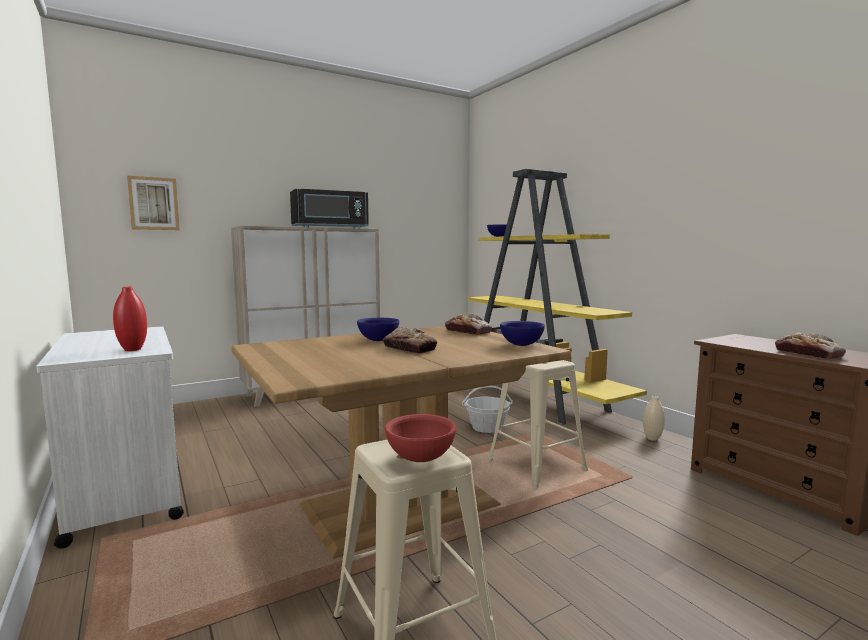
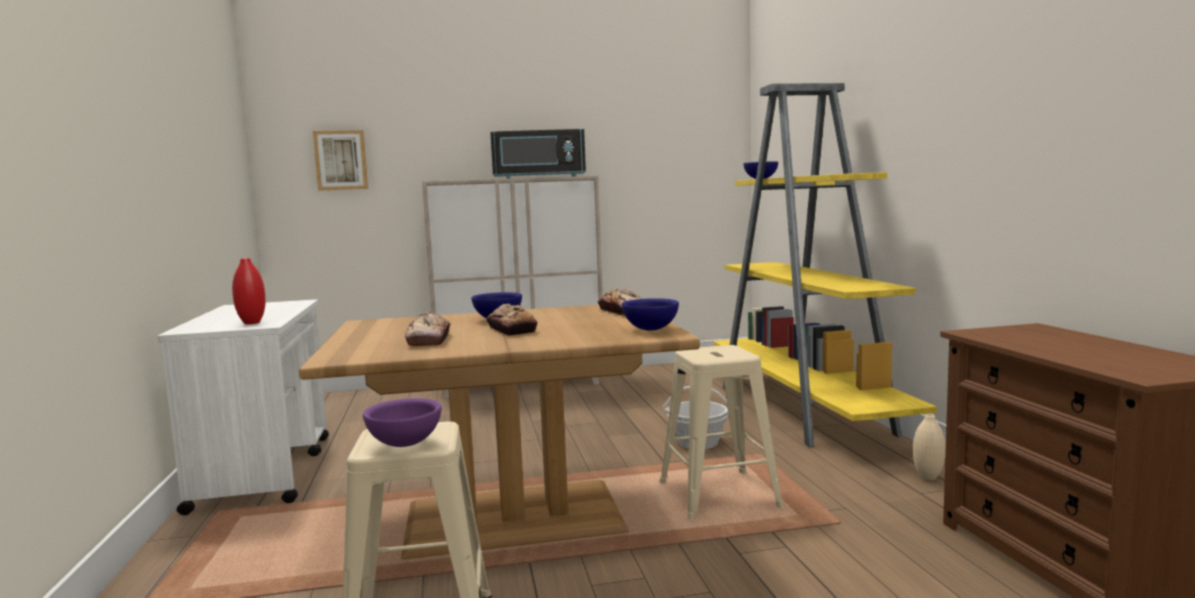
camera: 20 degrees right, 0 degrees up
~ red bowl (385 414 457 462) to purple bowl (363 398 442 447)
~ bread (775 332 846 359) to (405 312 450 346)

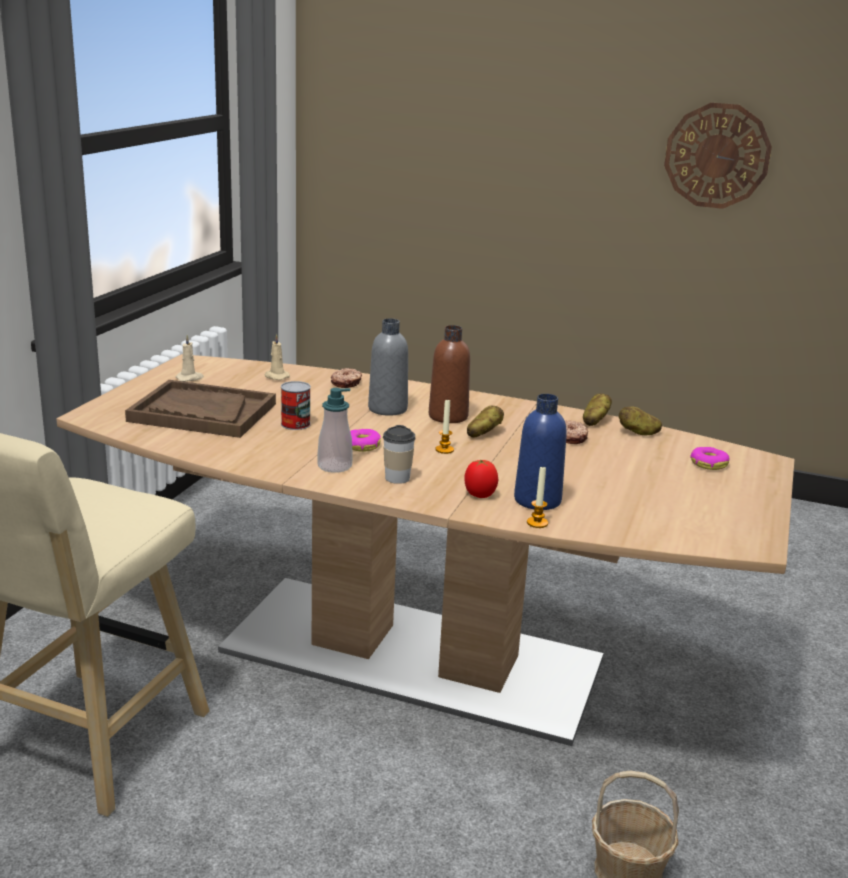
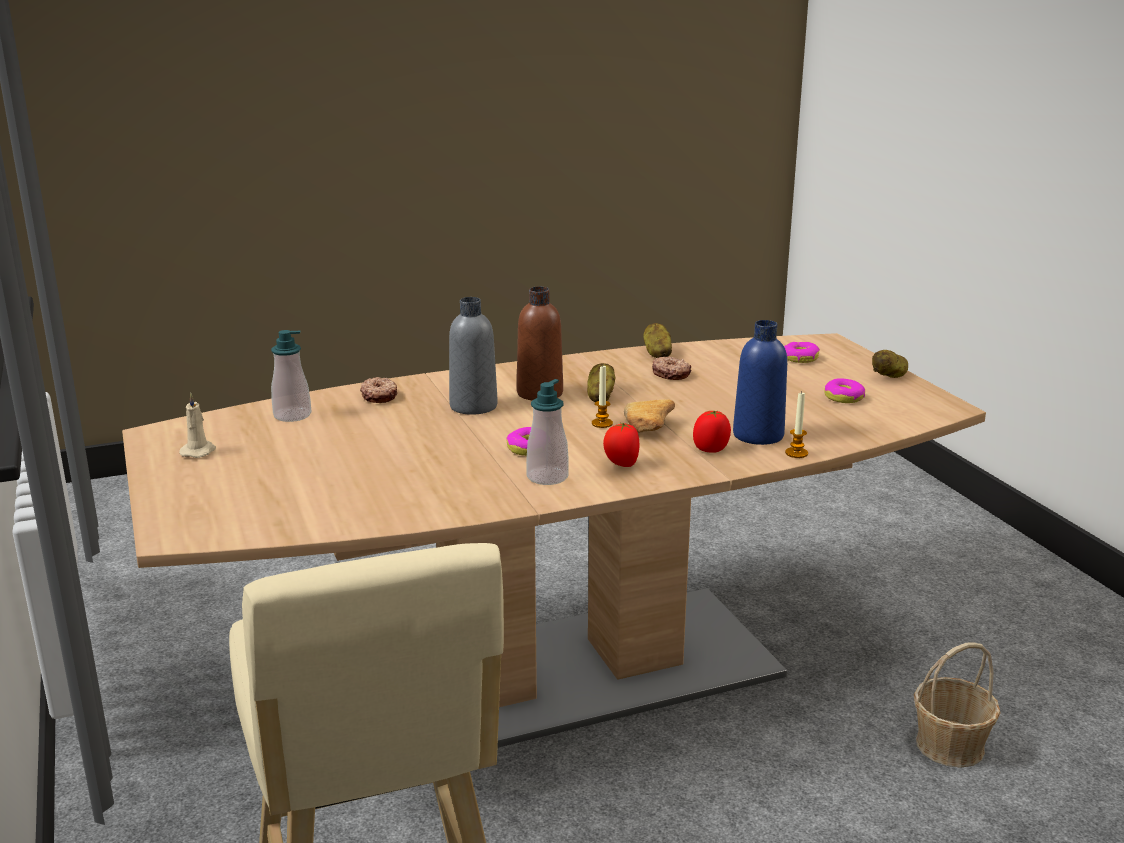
camera: 40 degrees left, 0 degrees up
- brown tray (125 380 276 438)
~ beige candle (265 334 290 380) to soap dispenser (271 330 311 422)
- can (281 381 311 430)
~ cup (383 425 415 484) to tomato (603 422 640 467)
~ potato (619 406 662 435) to (872 350 908 378)
- wall clock (664 103 772 209)
+ bread (624 399 675 432)
+ donut (824 378 865 403)

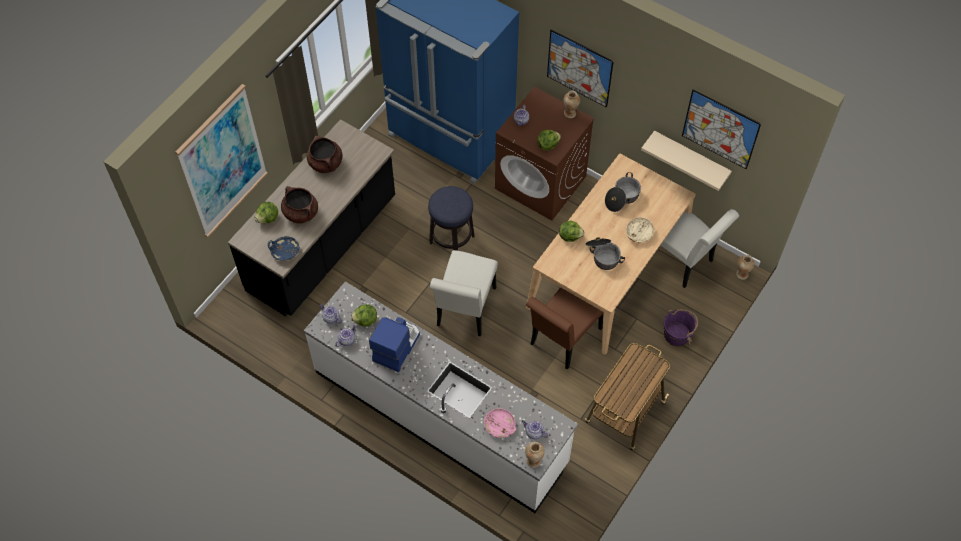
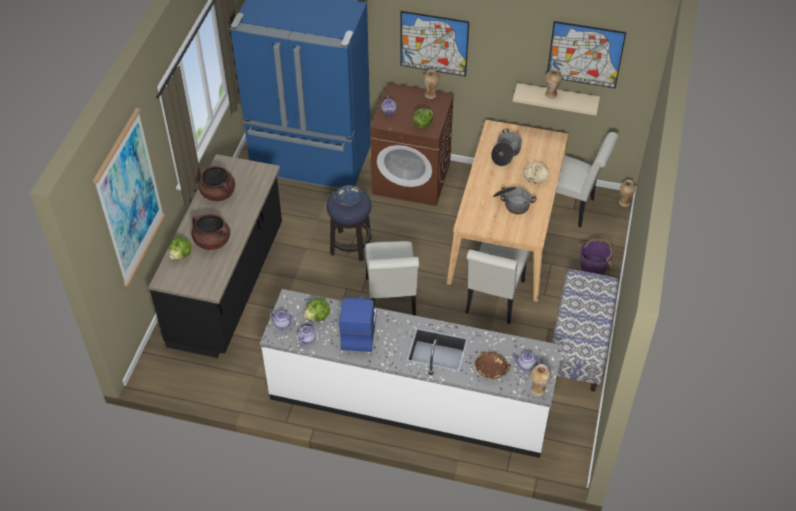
camera: 20 degrees left, 10 degrees down
~ blue bowl (268 236 300 261) to (332 185 363 206)
~ pink bowl (484 408 516 438) to brown bowl (475 352 510 379)
~ brown chair (526 288 603 370) to white chair (466 242 530 324)
- lettuce (559 221 585 242)
~ cart (585 343 670 451) to bench (552 269 618 392)
+ vase (545 68 562 99)

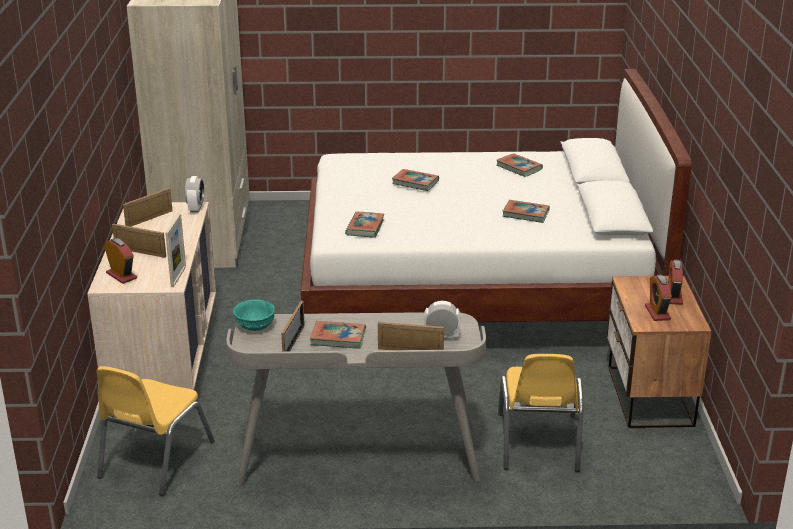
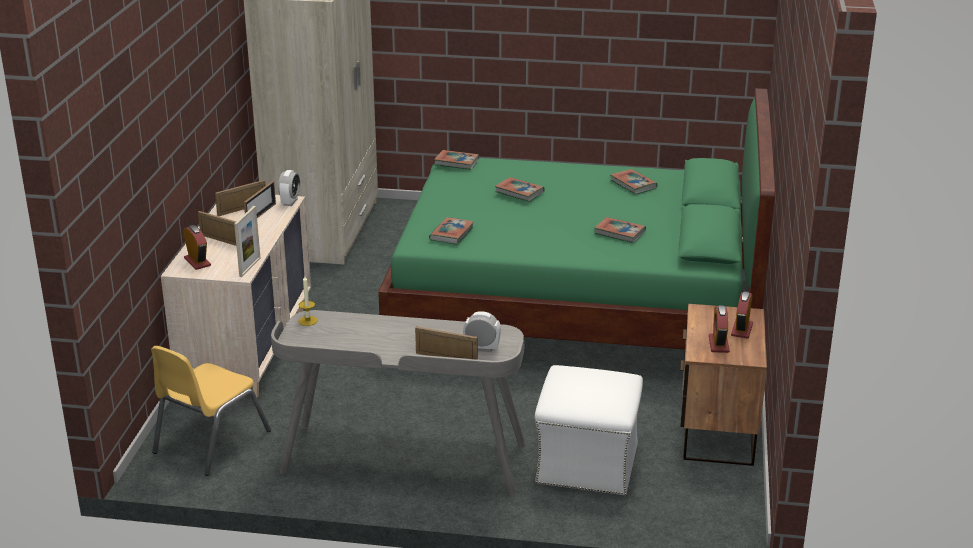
camera: 10 degrees right, 0 degrees up
~ turquoise bowl (233 300 275 331) to candle (298 276 318 326)
~ picture frame (281 301 305 352) to (244 181 276 218)
~ white bed (301 69 692 322) to green bed (378 88 775 349)
~ book (310 321 366 349) to (434 150 479 170)
~ yellow chair (498 354 584 472) to white ottoman (535 365 643 496)

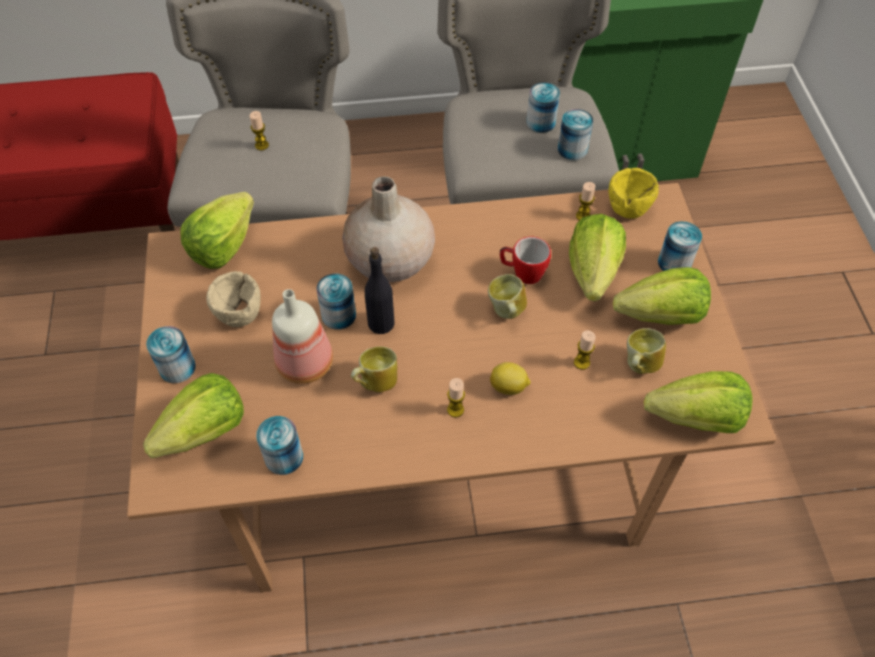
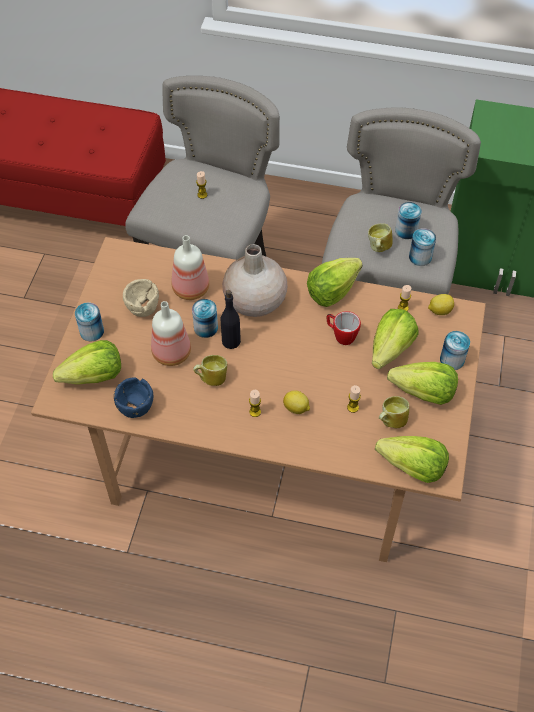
camera: 20 degrees right, 0 degrees up
~ lettuce (180 192 254 269) to (307 258 363 307)
~ can (256 416 303 475) to blue bowl (114 377 153 418)
~ mug (488 274 527 319) to (368 223 393 252)
~ yellow bowl (608 168 659 219) to lemon (428 294 454 315)
+ bottle (171 235 209 300)

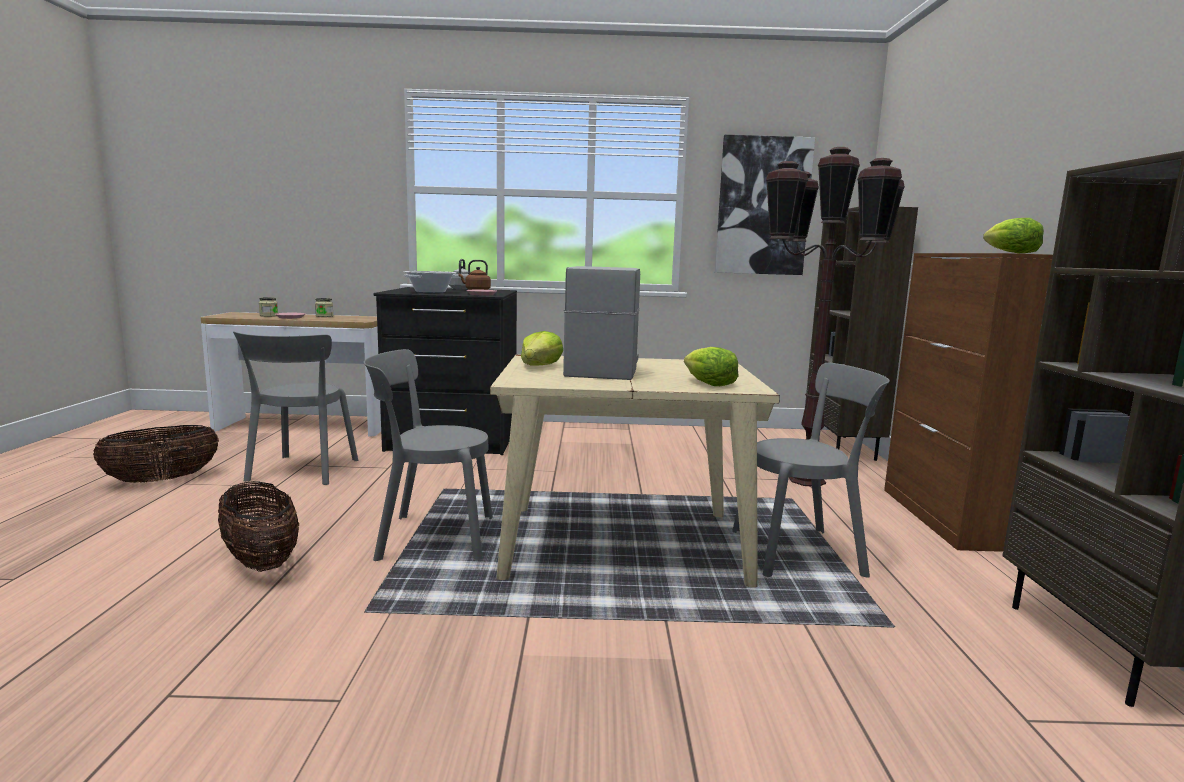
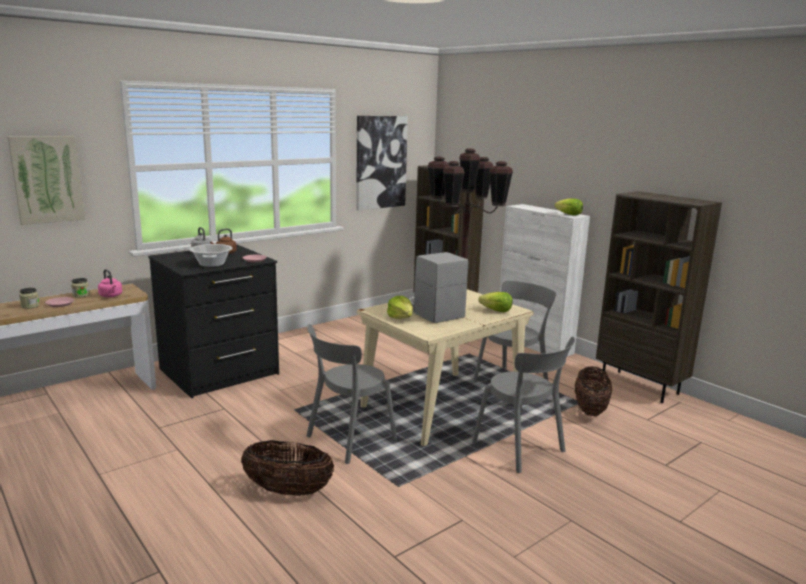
camera: 40 degrees left, 5 degrees up
~ basket (93 425 219 483) to (574 366 612 416)
~ grey chair (233 331 358 485) to (472 337 575 473)
~ brown cabinet (884 253 1053 552) to white cabinet (500 204 590 356)
+ picture (8 136 85 225)
+ pink kettle (98 269 123 297)

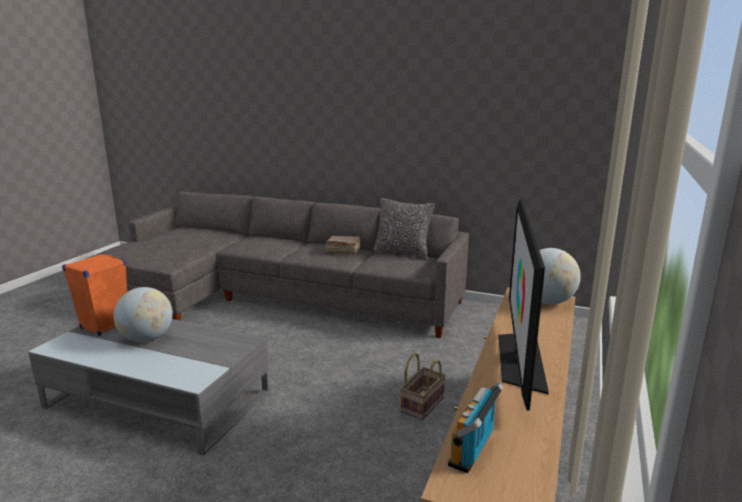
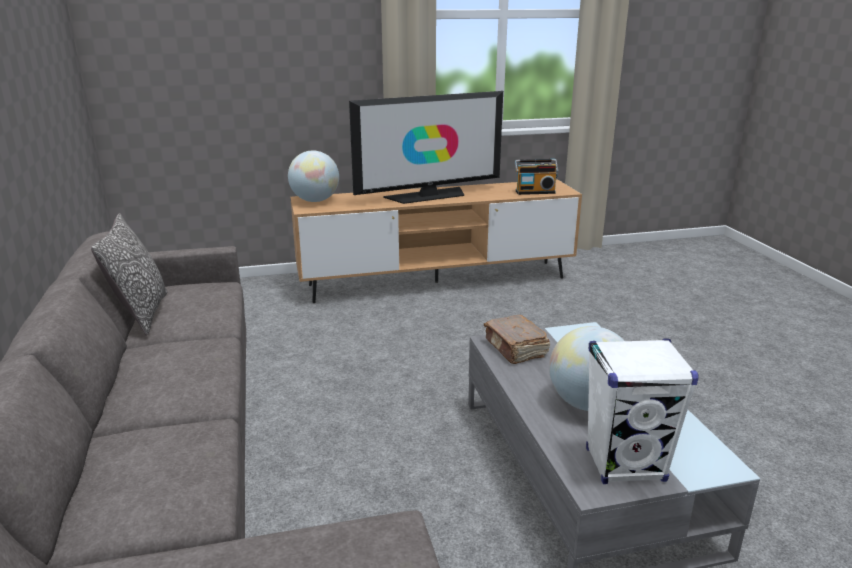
camera: 125 degrees left, 5 degrees up
~ orange speaker (62 253 128 336) to white speaker (586 339 698 484)
~ brown book (325 236 361 253) to (484 315 550 364)
- basket (400 353 446 420)

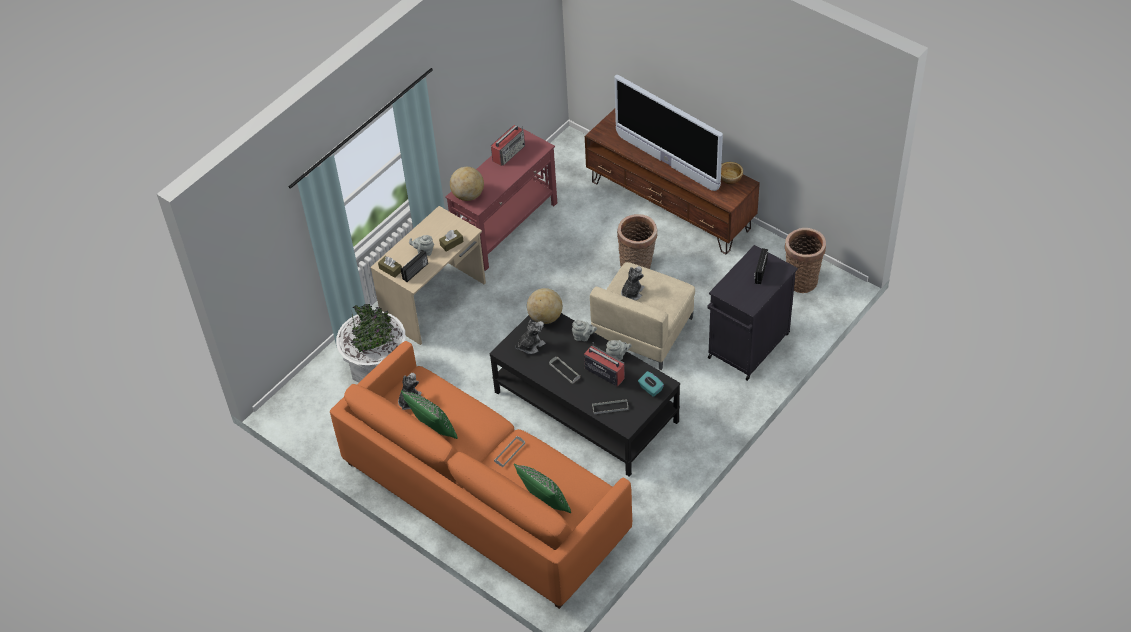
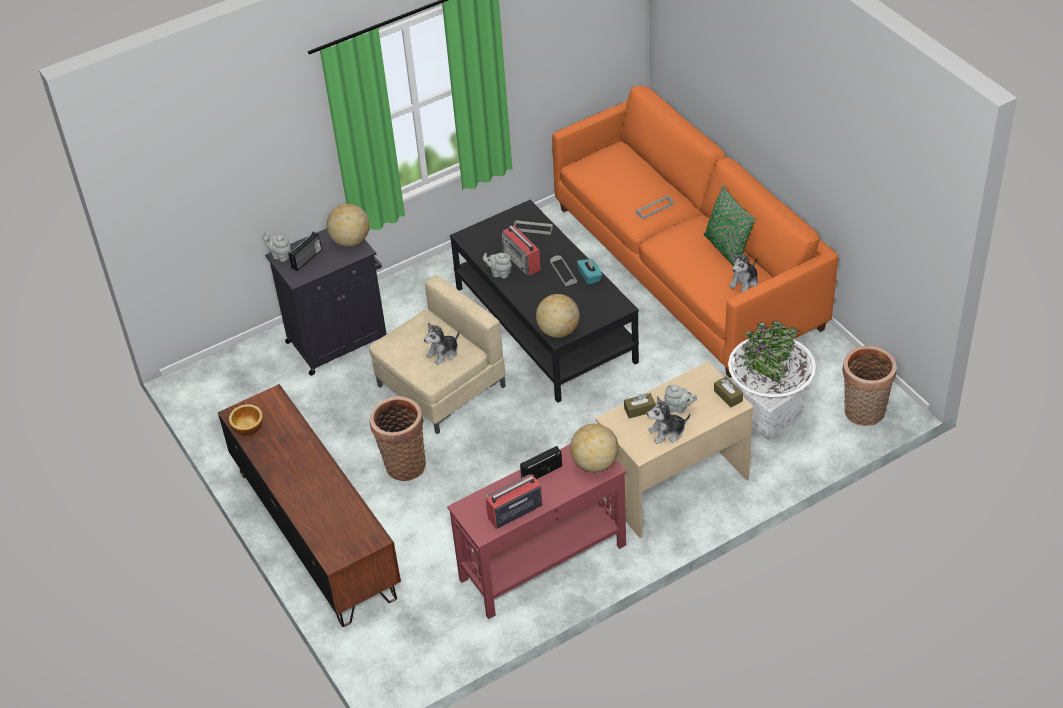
camera: 160 degrees left, 5 degrees down
~ radio (401 250 428 282) to (520 446 562 479)
- green pillow (514 464 571 513)
~ plush toy (515 320 546 354) to (647 396 690 444)
~ grey teapot (572 320 597 341) to (264 233 291 262)
- television (614 75 723 191)
~ turquoise tissue box (638 371 664 397) to (577 259 602 285)
~ basket (785 228 826 293) to (842 346 897 426)
+ globe (327 204 370 247)

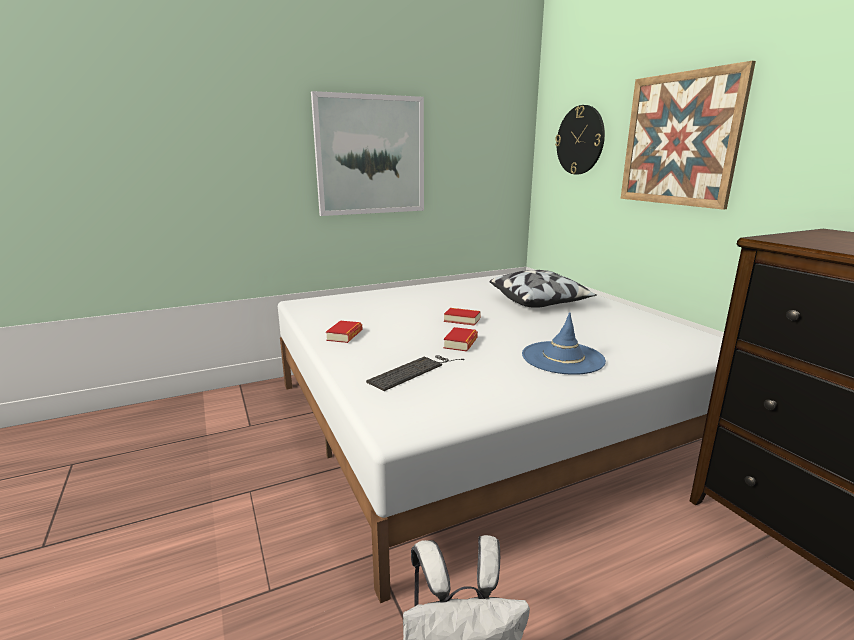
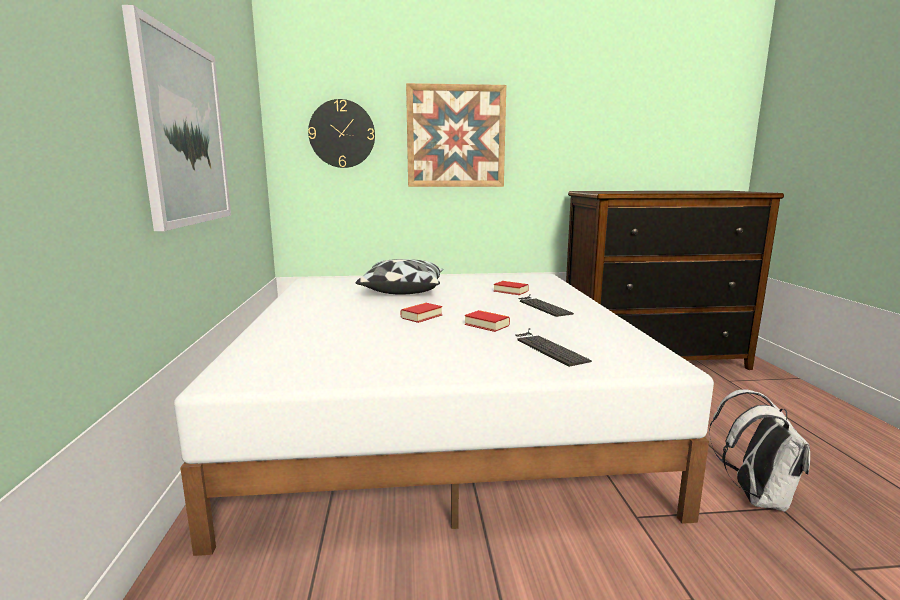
camera: 70 degrees left, 5 degrees down
~ book (326 321 363 343) to (494 281 529 295)
~ blue hat (522 312 606 375) to keyboard (519 294 574 317)

